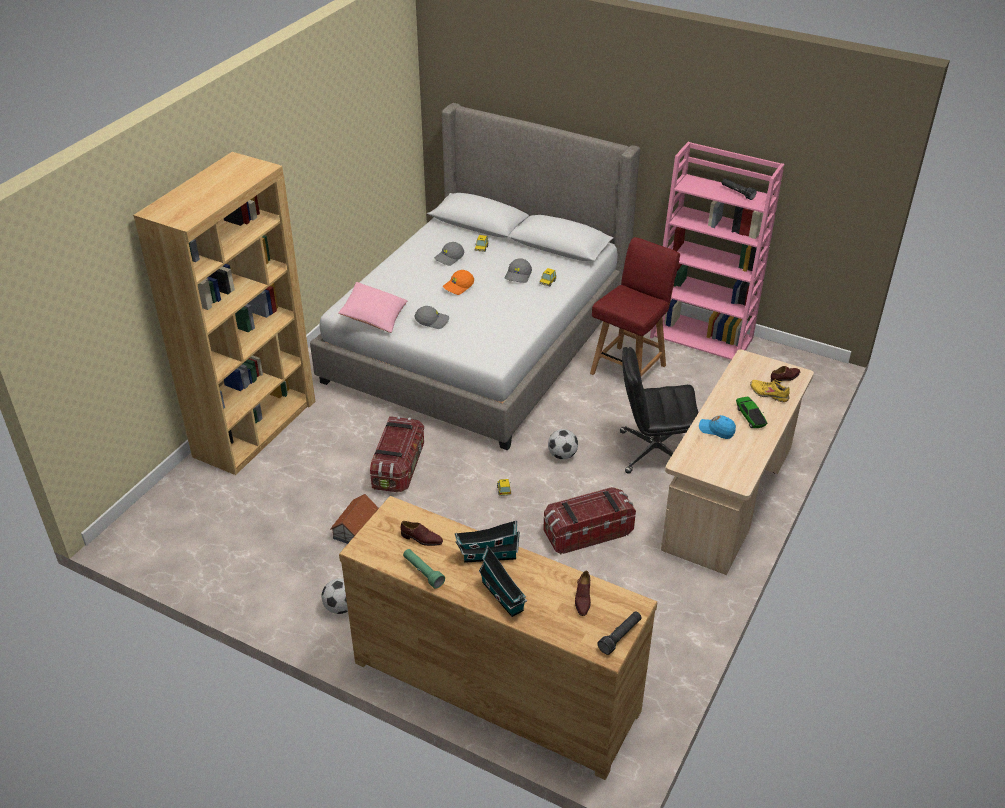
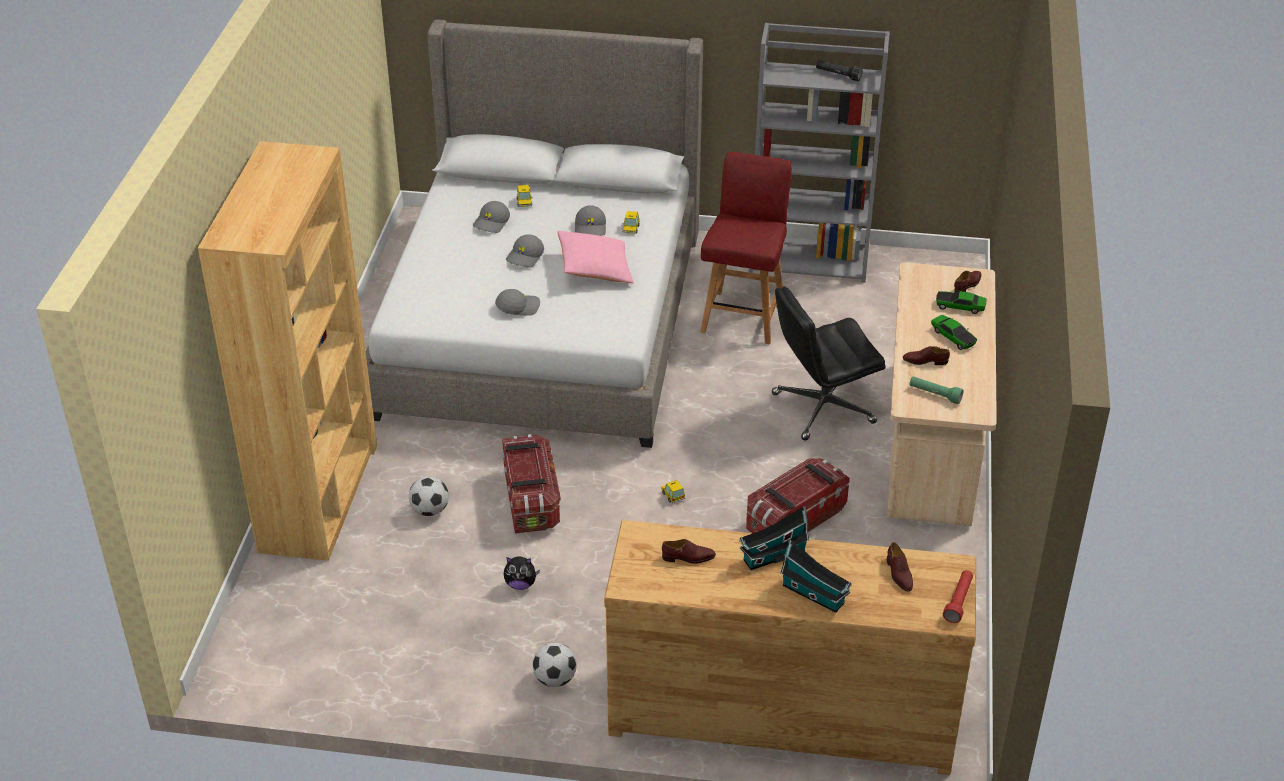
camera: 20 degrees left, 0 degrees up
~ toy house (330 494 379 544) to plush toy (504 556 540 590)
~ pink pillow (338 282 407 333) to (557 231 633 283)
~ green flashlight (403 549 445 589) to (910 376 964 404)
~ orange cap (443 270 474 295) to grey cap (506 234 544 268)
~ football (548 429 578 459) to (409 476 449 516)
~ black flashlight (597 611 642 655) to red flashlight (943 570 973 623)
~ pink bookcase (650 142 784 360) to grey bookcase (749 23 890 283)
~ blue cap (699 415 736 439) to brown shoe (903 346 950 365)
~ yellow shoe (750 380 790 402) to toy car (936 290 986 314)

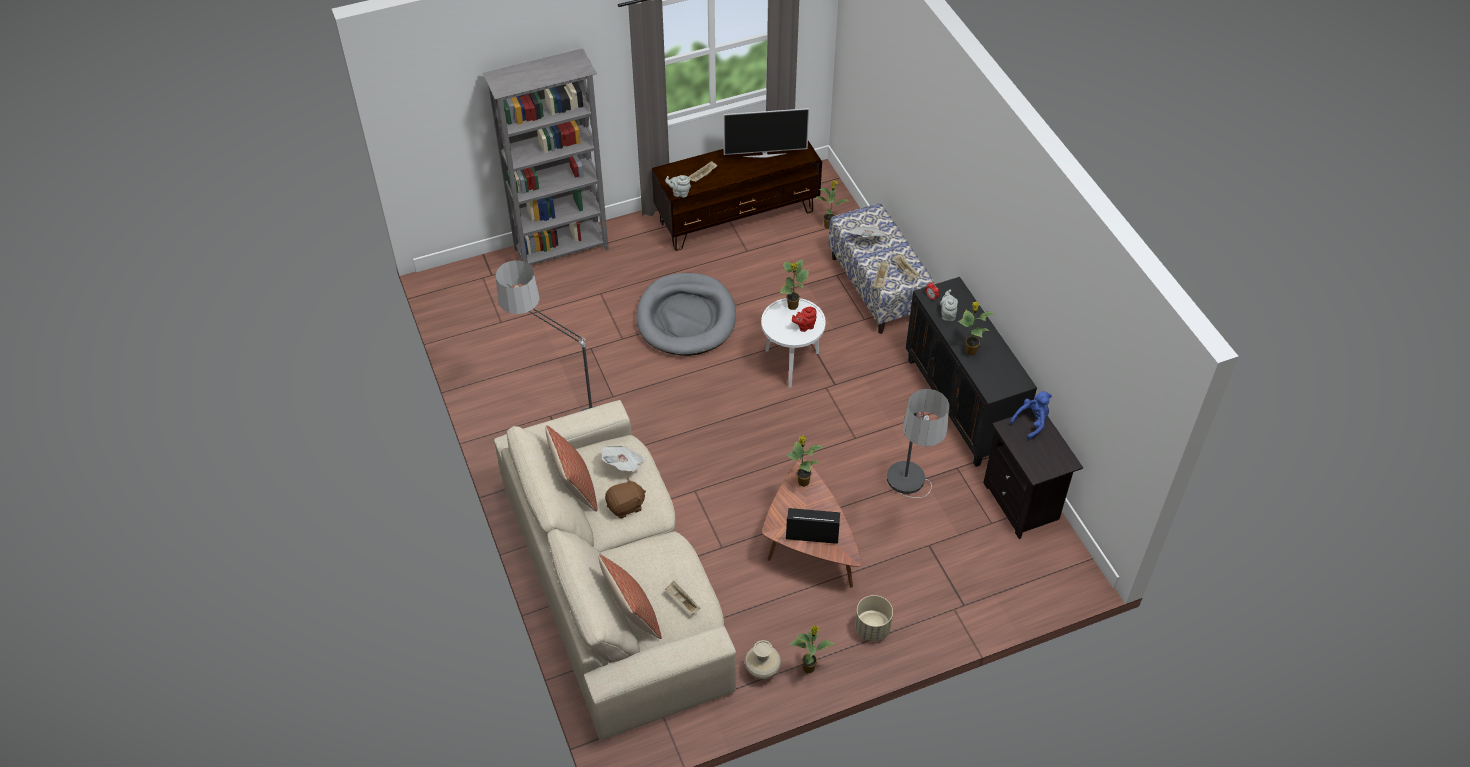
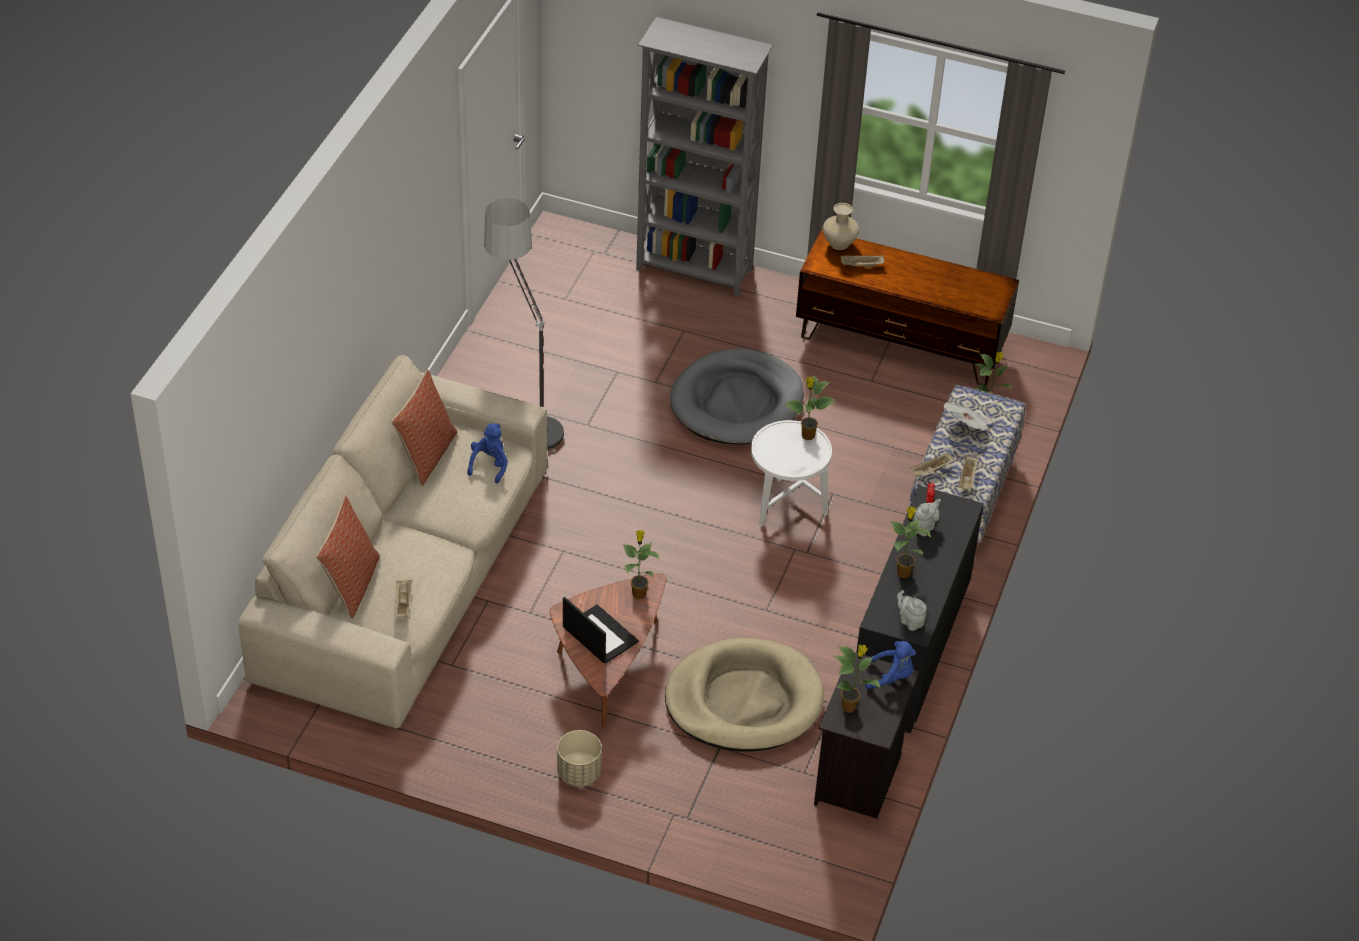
camera: 40 degrees right, 5 degrees down
~ newspaper (600 445 646 472) to blue plush toy (467 423 508 483)
- brown plush toy (605 477 646 518)
~ grey teapot (665 175 691 198) to (897 590 927 631)
- television (723 108 809 158)
~ beige vase (745 640 781 679) to (822 203 860 250)
~ potted plant (789 625 834 673) to (833 645 881 712)
- red teapot (792 307 817 332)
~ floor lamp (887 389 949 498) to beige dog bed (665 638 824 752)

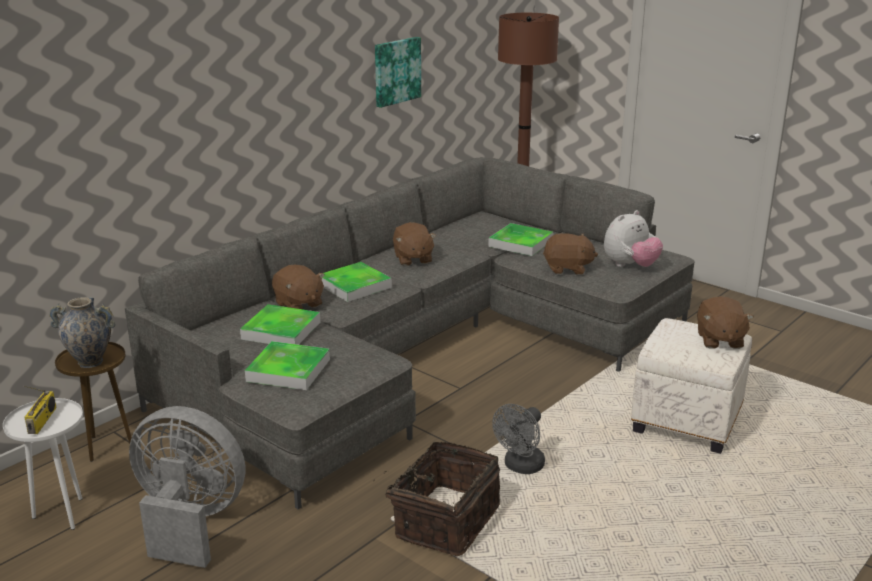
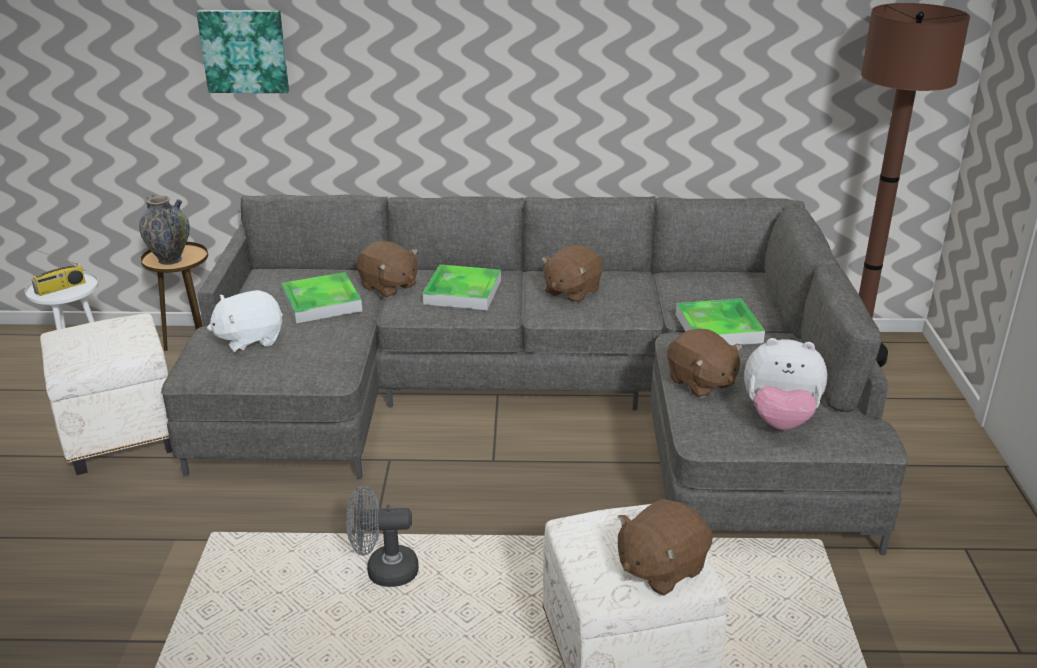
camera: 50 degrees right, 5 degrees up
~ grey fan (129 406 245 568) to white ottoman (40 313 172 475)
~ tray (245 341 330 390) to white plush toy (207 290 283 352)
~ brown plush toy (272 265 325 309) = (356 241 418 298) 60 degrees counterclockwise
- basket (373 442 500 556)
~ picture (375 37 421 108) to (196 10 289 93)

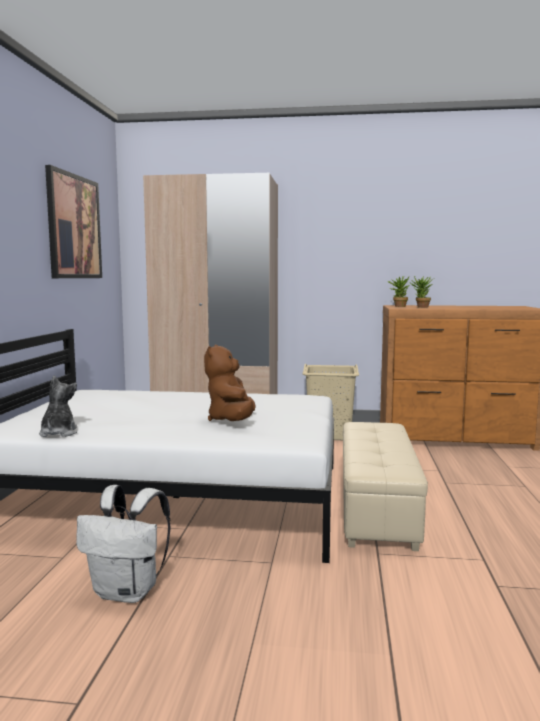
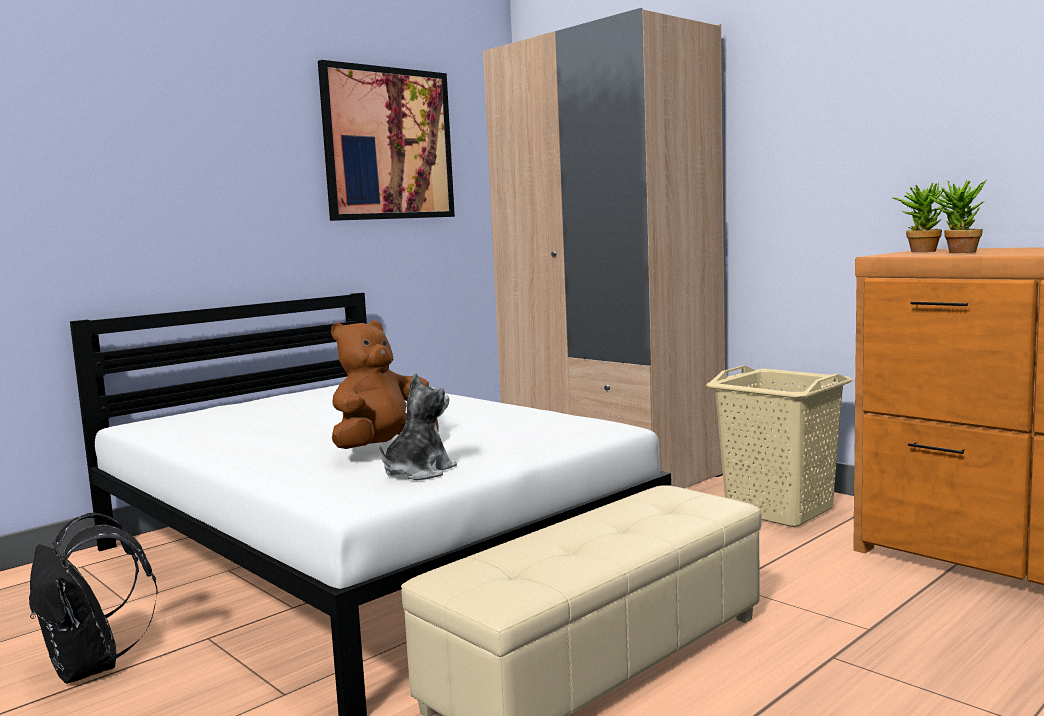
camera: 40 degrees right, 0 degrees up
~ plush toy (39 376 77 437) to (379 373 457 480)
~ white backpack (76 485 170 603) to black backpack (29 513 158 684)

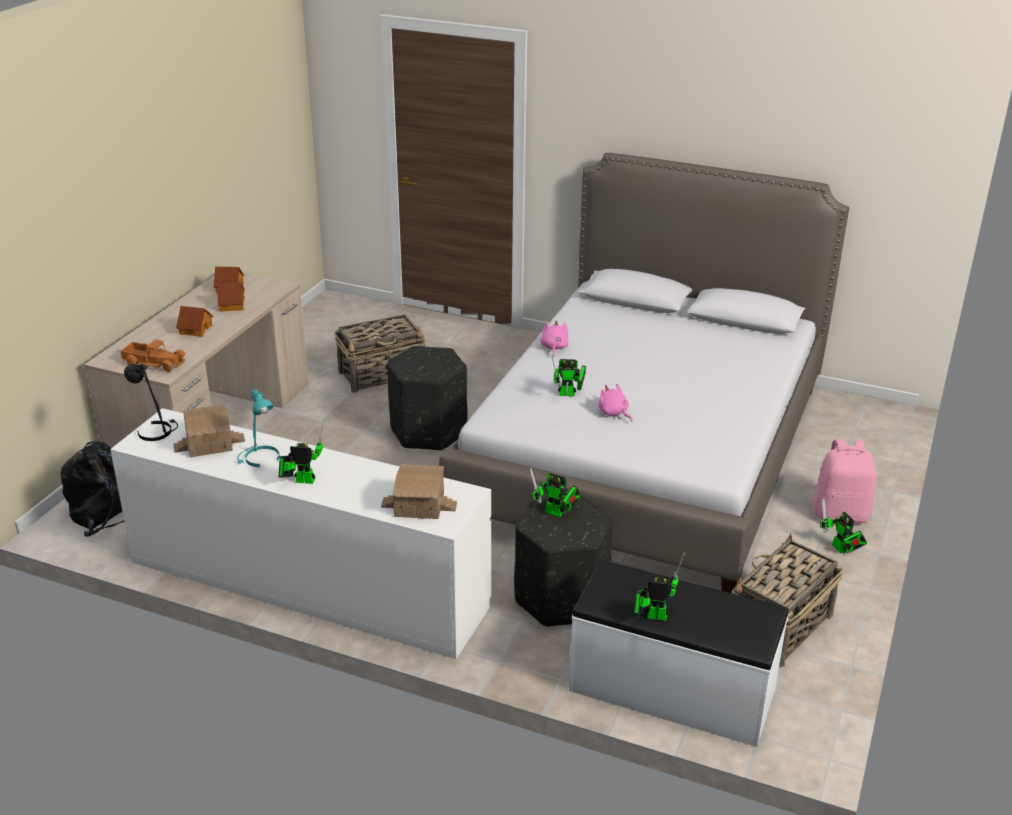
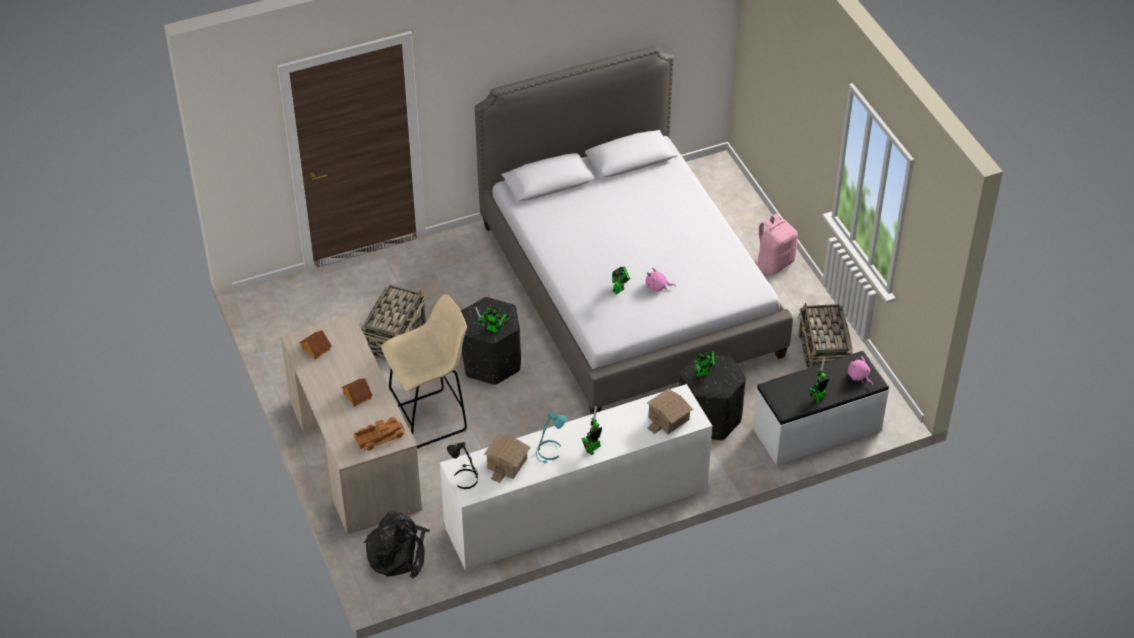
camera: 45 degrees left, 15 degrees up
- toy house (217 283 245 312)
~ pink plush toy (540 321 569 357) to (848 356 873 386)
~ toy robot (820 498 867 553) to (475 306 510 333)
+ beige stool (381 294 467 449)

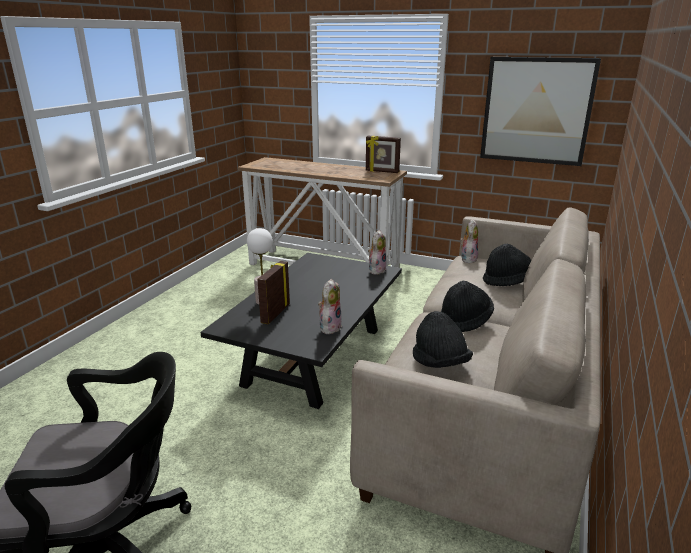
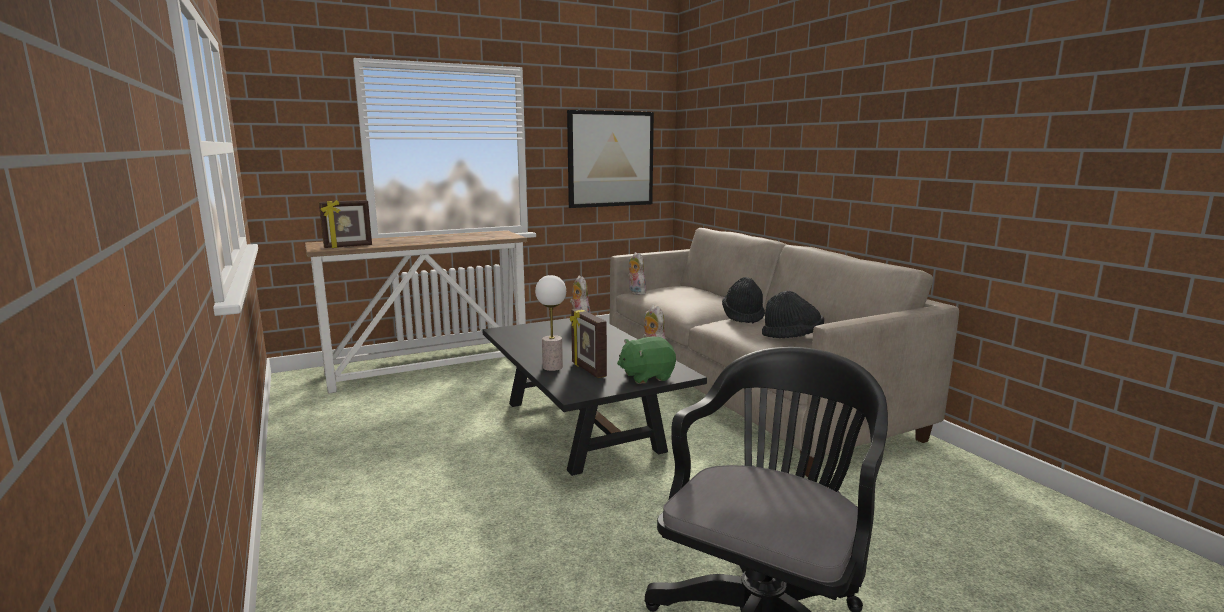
camera: 50 degrees left, 10 degrees down
~ picture frame (366 136 401 173) to (319 200 372 248)
- black hat (483 244 531 286)
+ green plush toy (617 337 676 384)

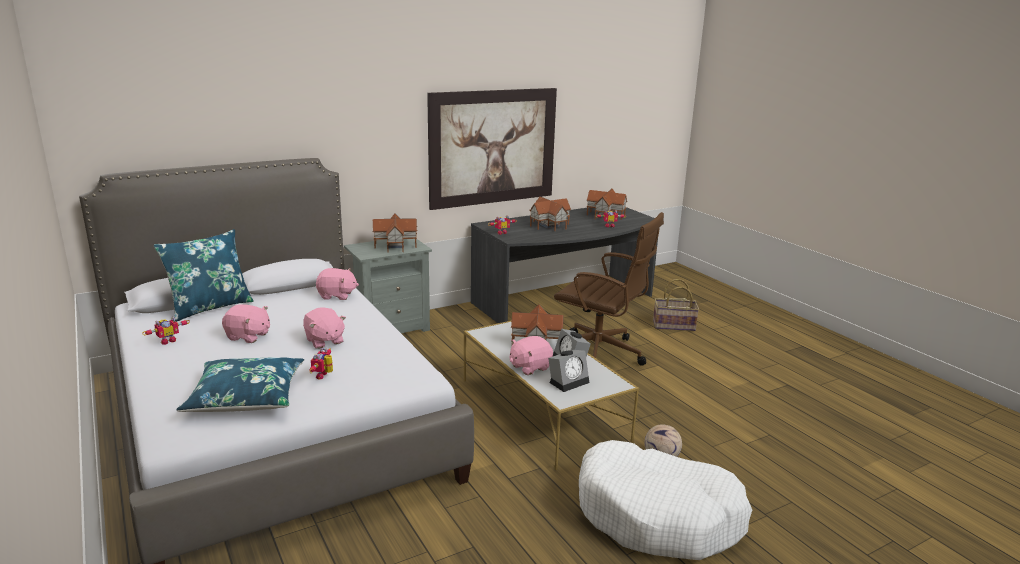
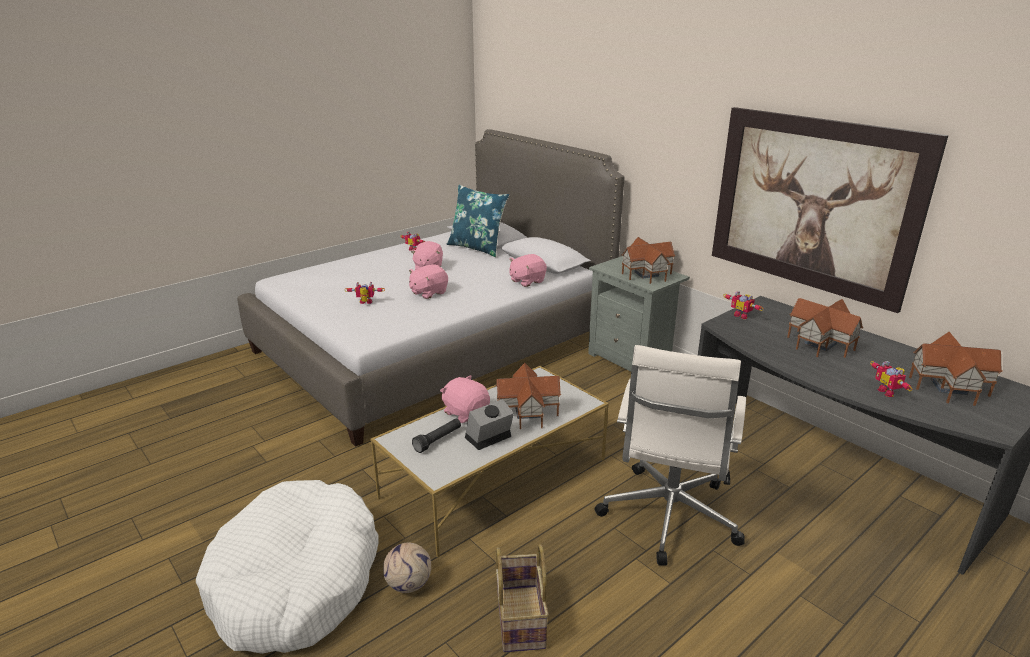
camera: 80 degrees right, 5 degrees up
- blue pillow (176 357 304 412)
~ pink plush toy (316 268 359 300) = (509 254 547 287) 60 degrees clockwise
~ alarm clock (548 350 589 392) to black flashlight (412 419 461 453)
~ brown office chair (554 212 664 366) to white office chair (595 345 746 566)
~ basket (653 279 699 331) to (495 544 549 652)

